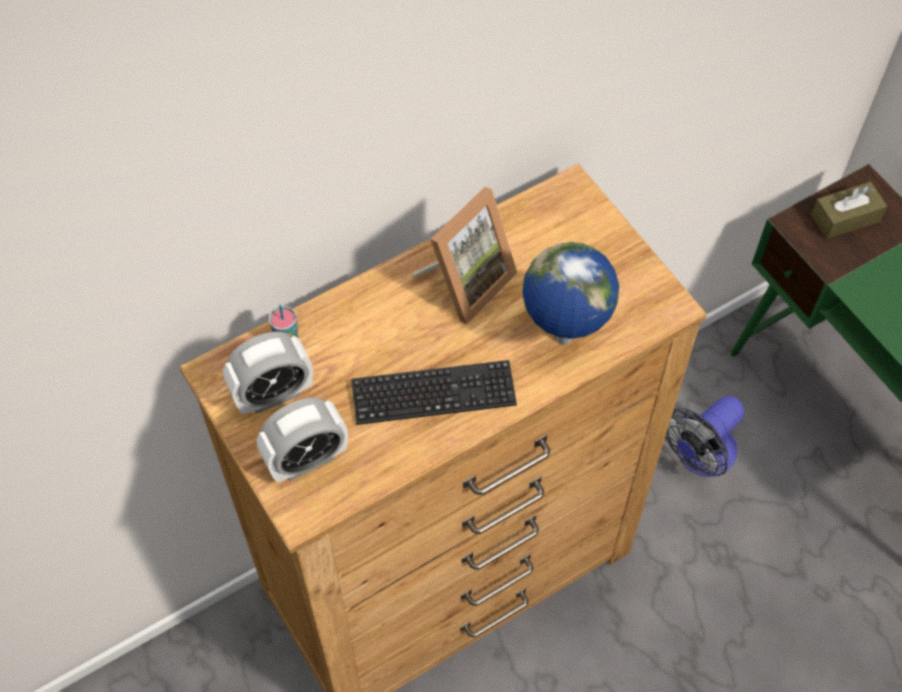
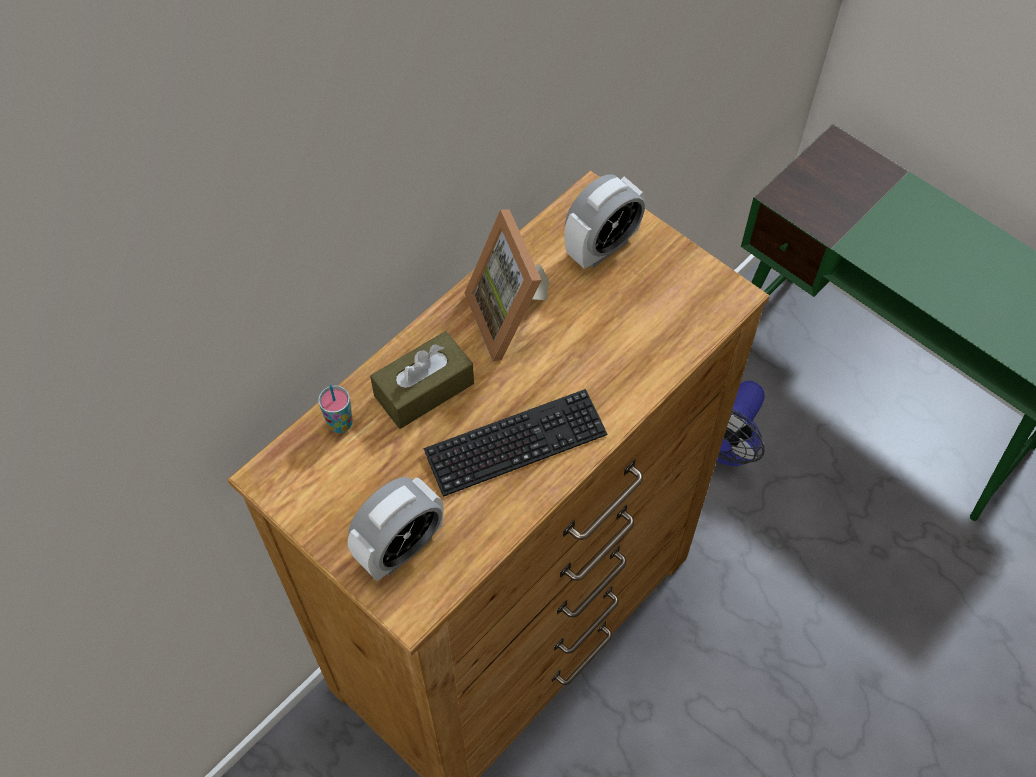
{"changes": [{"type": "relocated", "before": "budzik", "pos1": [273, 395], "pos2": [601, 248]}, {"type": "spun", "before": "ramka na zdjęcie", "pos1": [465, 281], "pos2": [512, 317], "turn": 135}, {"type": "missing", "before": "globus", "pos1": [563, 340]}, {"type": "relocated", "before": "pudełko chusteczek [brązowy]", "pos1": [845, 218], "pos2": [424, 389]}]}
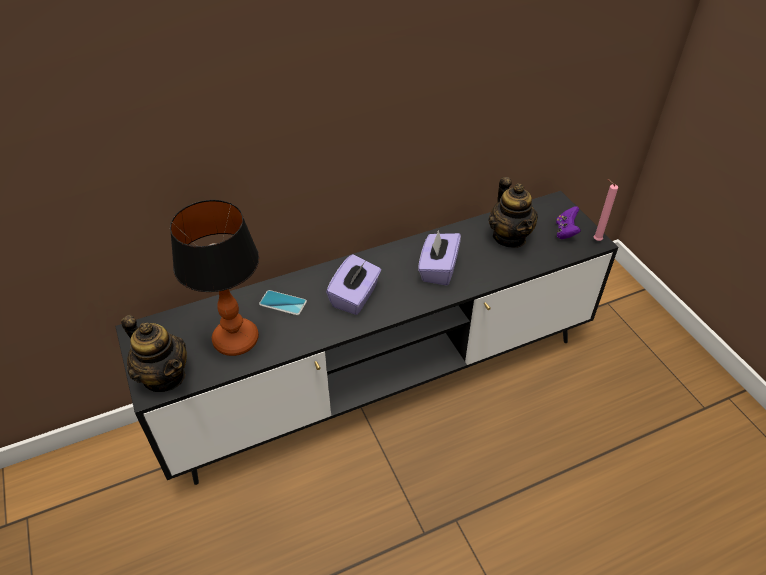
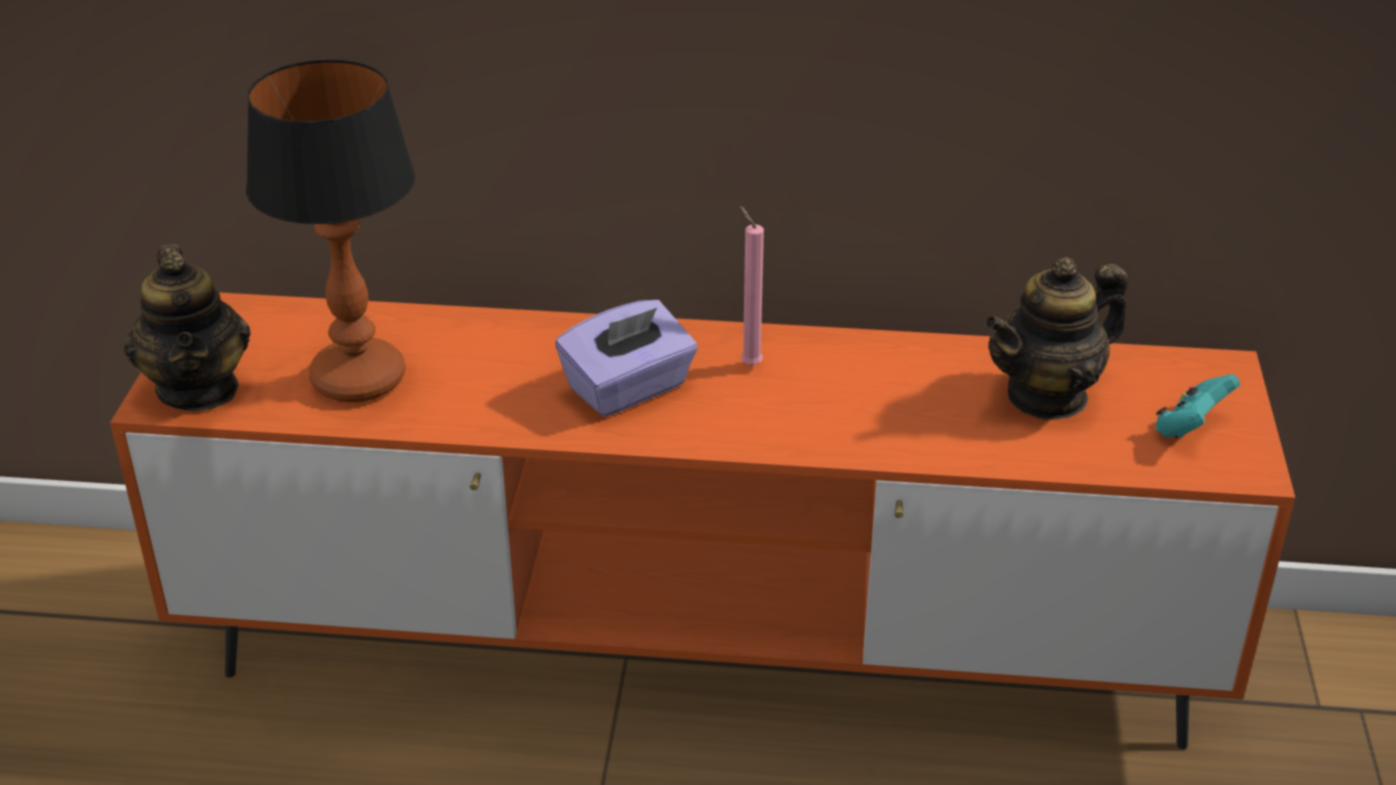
{"changes": [{"type": "colour", "before": "szafka pod telewizor [czarny]", "after": "szafka pod telewizor [pomarańczowy]", "pos1": [382, 383], "pos2": [698, 655]}, {"type": "missing", "before": "telefon", "pos1": [283, 303]}, {"type": "missing", "before": "pudełko chusteczek [fioletowy]", "pos1": [438, 269]}, {"type": "spun", "before": "imbryk", "pos1": [509, 237], "pos2": [1047, 396], "turn": 45}, {"type": "colour", "before": "pad do gier [fioletowy]", "after": "pad do gier [turkusowy]", "pos1": [565, 231], "pos2": [1190, 428]}, {"type": "relocated", "before": "świeca [różowy]", "pos1": [595, 240], "pos2": [748, 364]}]}
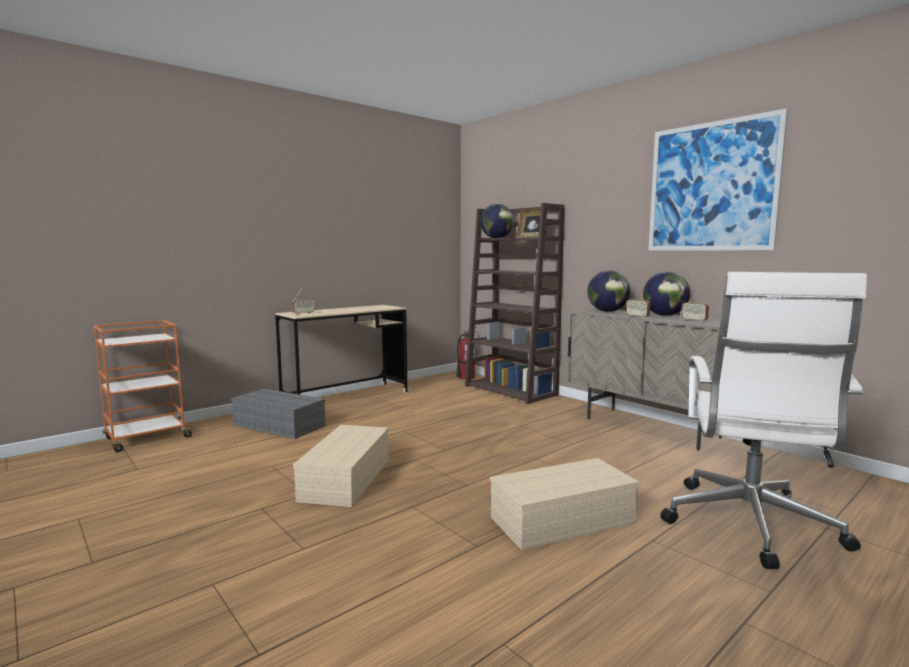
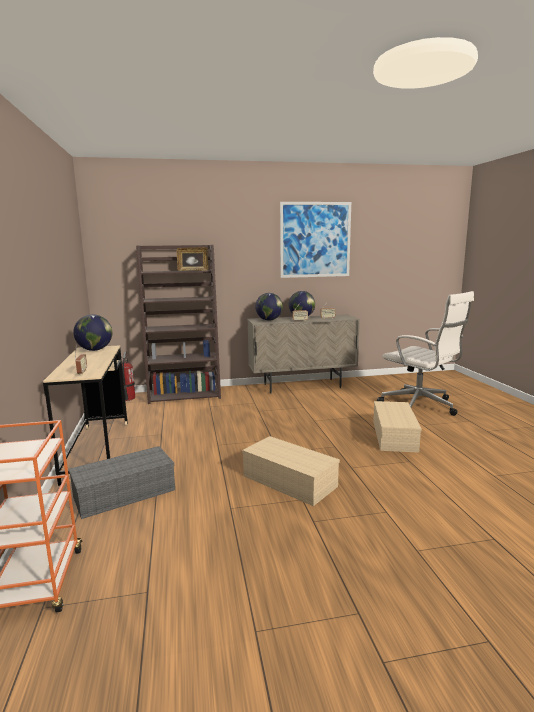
{"changes": [{"type": "relocated", "before": "globus", "pos1": [496, 238], "pos2": [95, 350]}]}
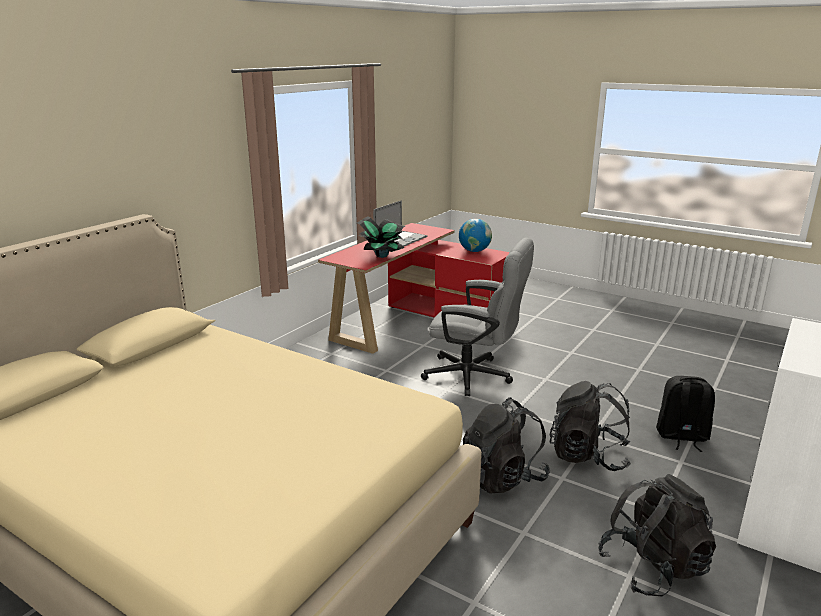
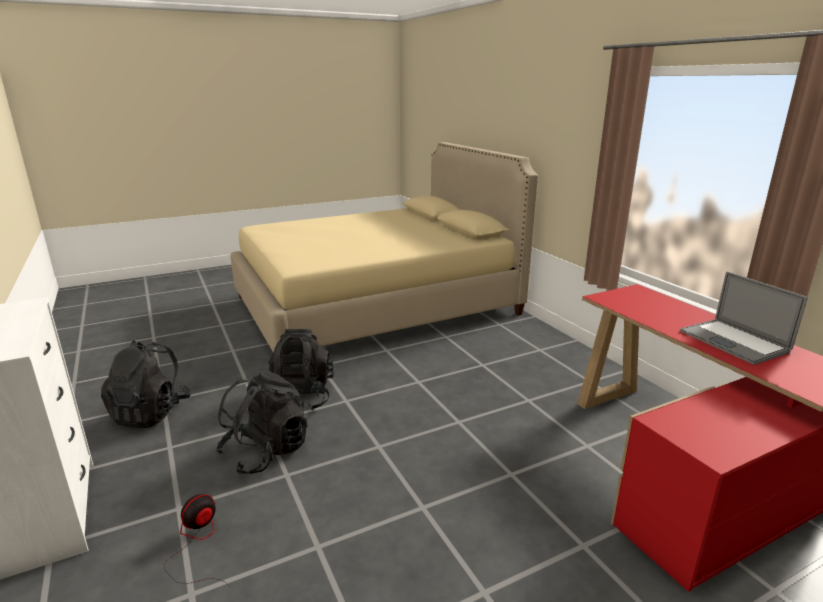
{"changes": [{"type": "missing", "before": "roślina doniczkowa", "pos1": [382, 255]}, {"type": "missing", "before": "krzesło biurowe [szary]", "pos1": [475, 376]}, {"type": "missing", "before": "globus", "pos1": [474, 251]}, {"type": "exchanged", "before": "plecak [czarny]", "after": "wentylator", "pos1": [681, 437], "pos2": [198, 544]}]}
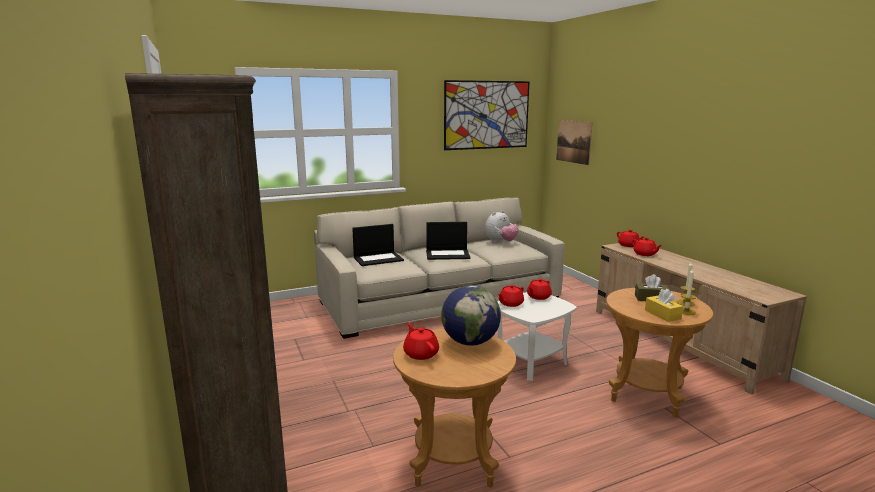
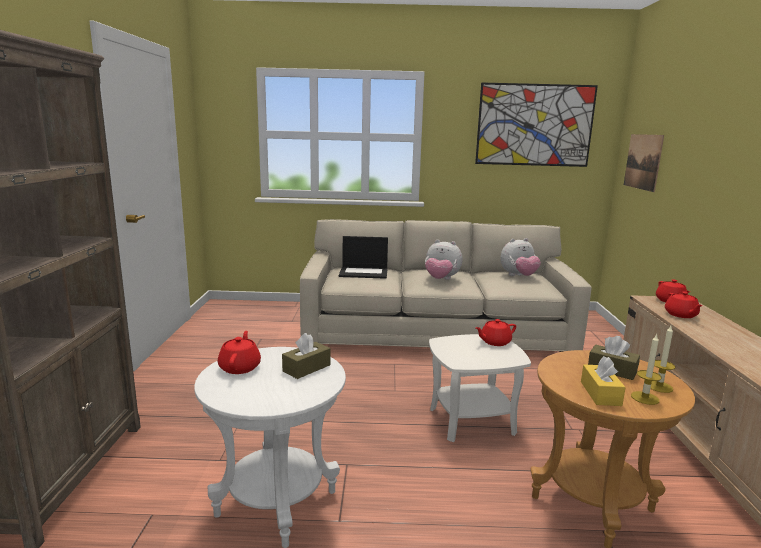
{"changes": [{"type": "colour", "before": "stolik [brązowy]", "after": "stolik [biały]", "pos1": [453, 460], "pos2": [276, 503]}, {"type": "exchanged", "before": "laptop", "after": "pluszak", "pos1": [448, 254], "pos2": [441, 279]}, {"type": "exchanged", "before": "globus", "after": "pudełko chusteczek [brązowy]", "pos1": [470, 342], "pos2": [306, 368]}, {"type": "missing", "before": "imbryk [czerwony]", "pos1": [510, 304]}]}
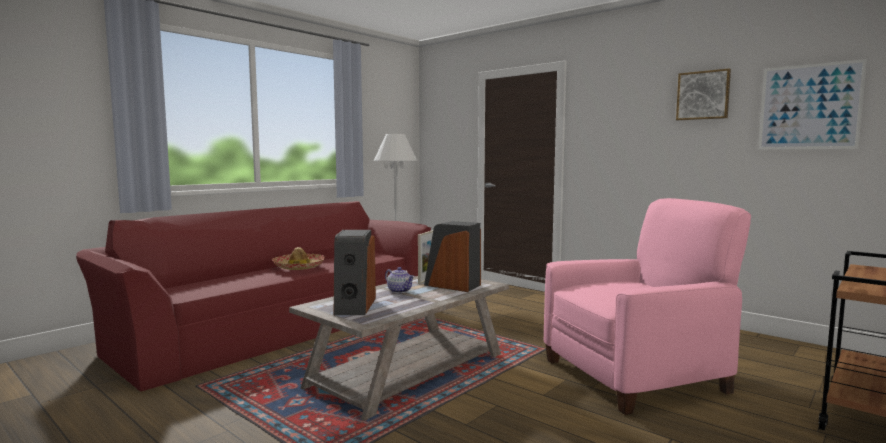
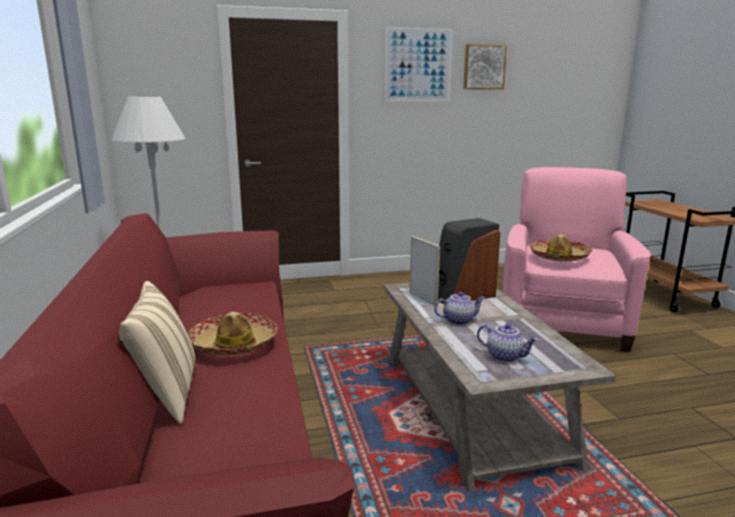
{"changes": [{"type": "exchanged", "before": "głośnik", "after": "imbryk", "pos1": [354, 306], "pos2": [505, 356]}, {"type": "relocated", "before": "obraz", "pos1": [809, 107], "pos2": [418, 65]}, {"type": "appeared", "after": "poduszka [beżowy]", "pos2": [166, 395]}, {"type": "appeared", "after": "kapelusz", "pos2": [559, 257]}]}
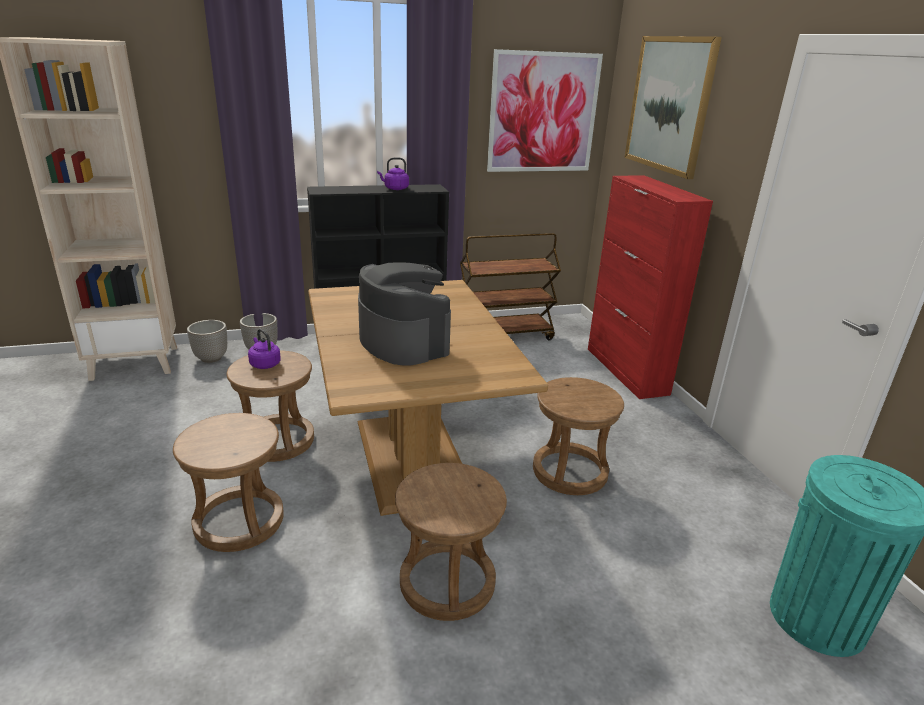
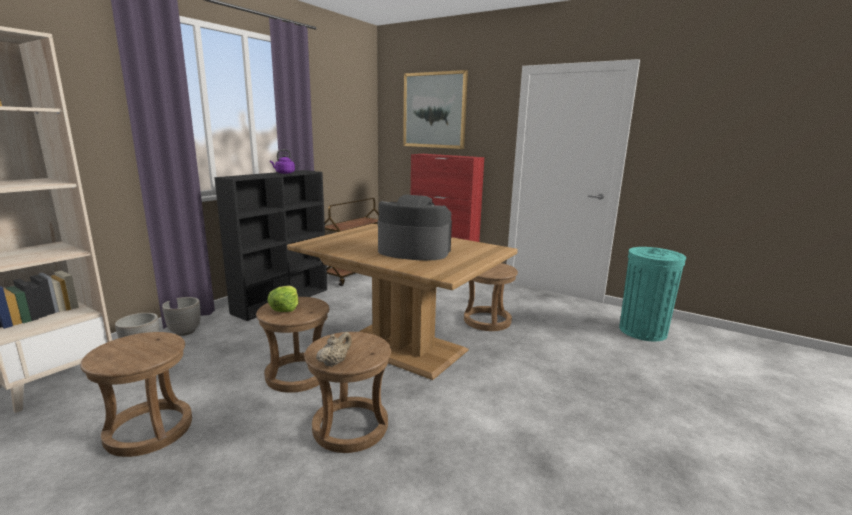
{"changes": [{"type": "exchanged", "before": "czajnik [fioletowy]", "after": "sałata", "pos1": [264, 364], "pos2": [285, 308]}, {"type": "relocated", "before": "stołek [brązowy]", "pos1": [447, 582], "pos2": [149, 430]}, {"type": "missing", "before": "obraz", "pos1": [543, 113]}, {"type": "appeared", "after": "imbryk [beżowy]", "pos2": [334, 362]}]}
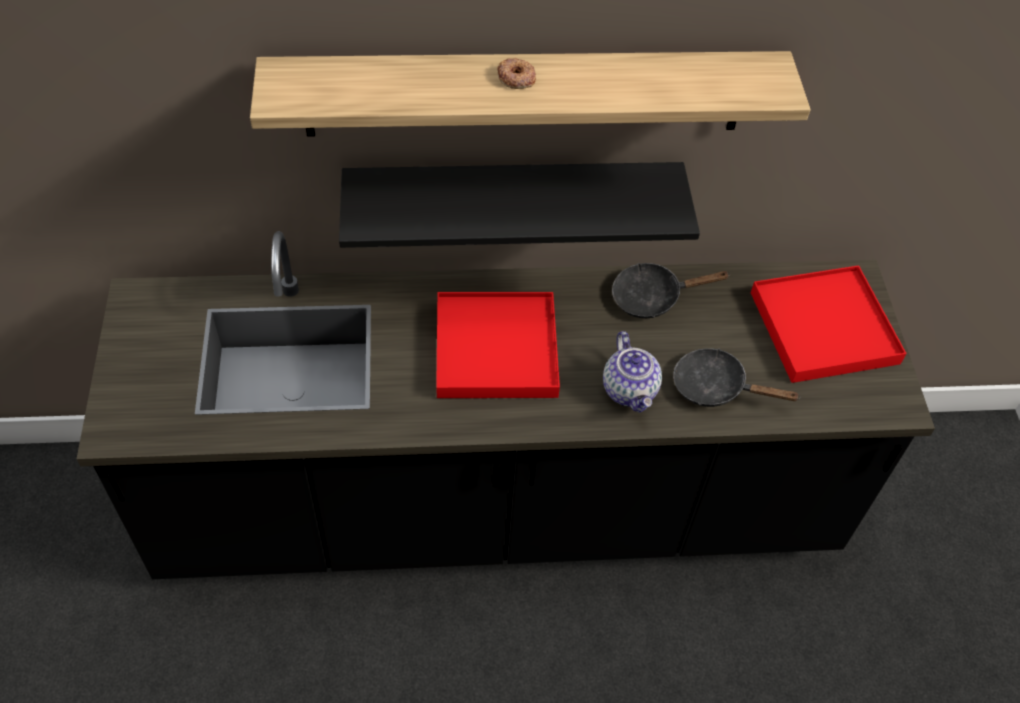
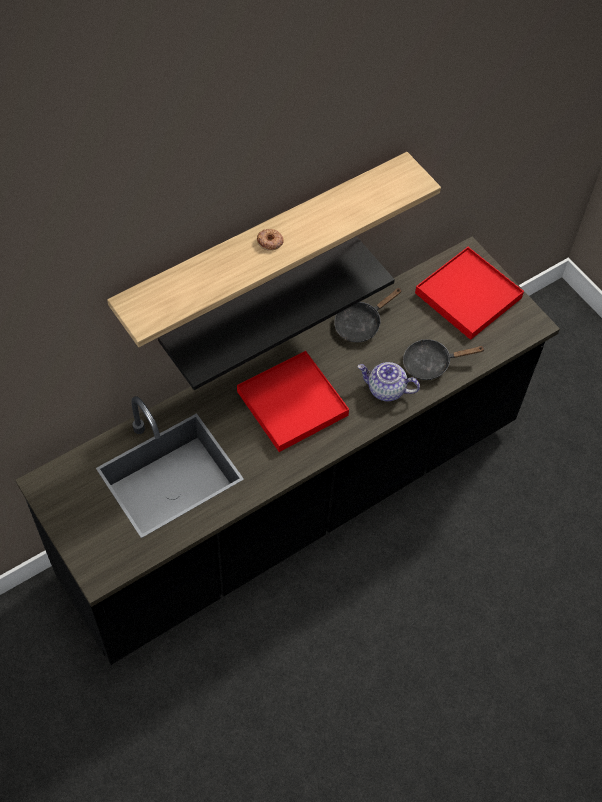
{"changes": [{"type": "spun", "before": "imbryk", "pos1": [630, 390], "pos2": [385, 390], "turn": 150}]}
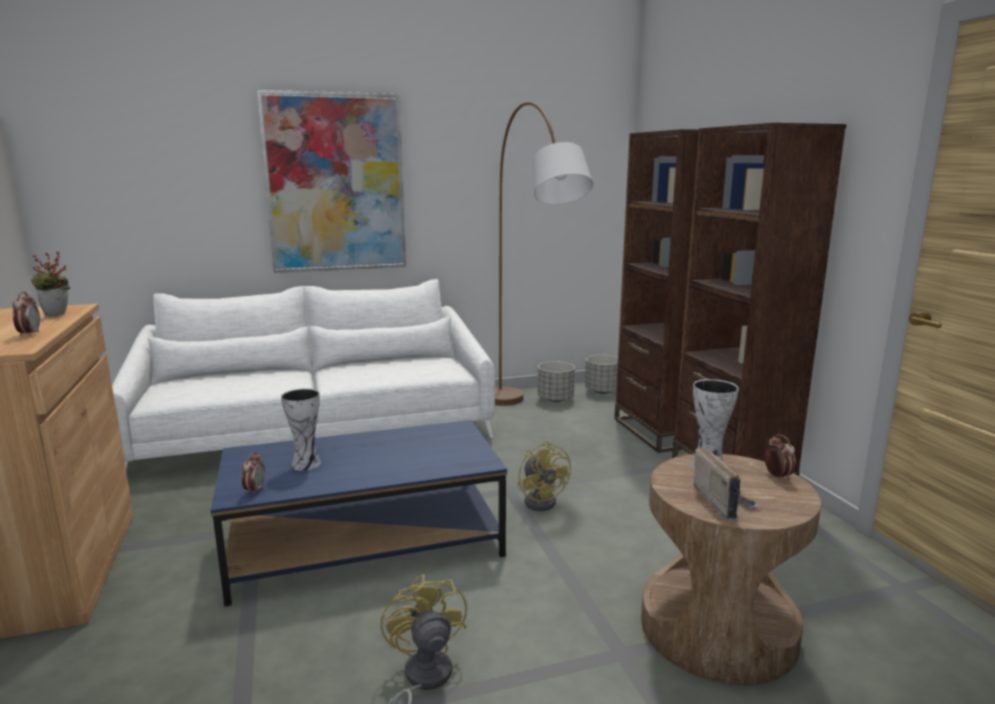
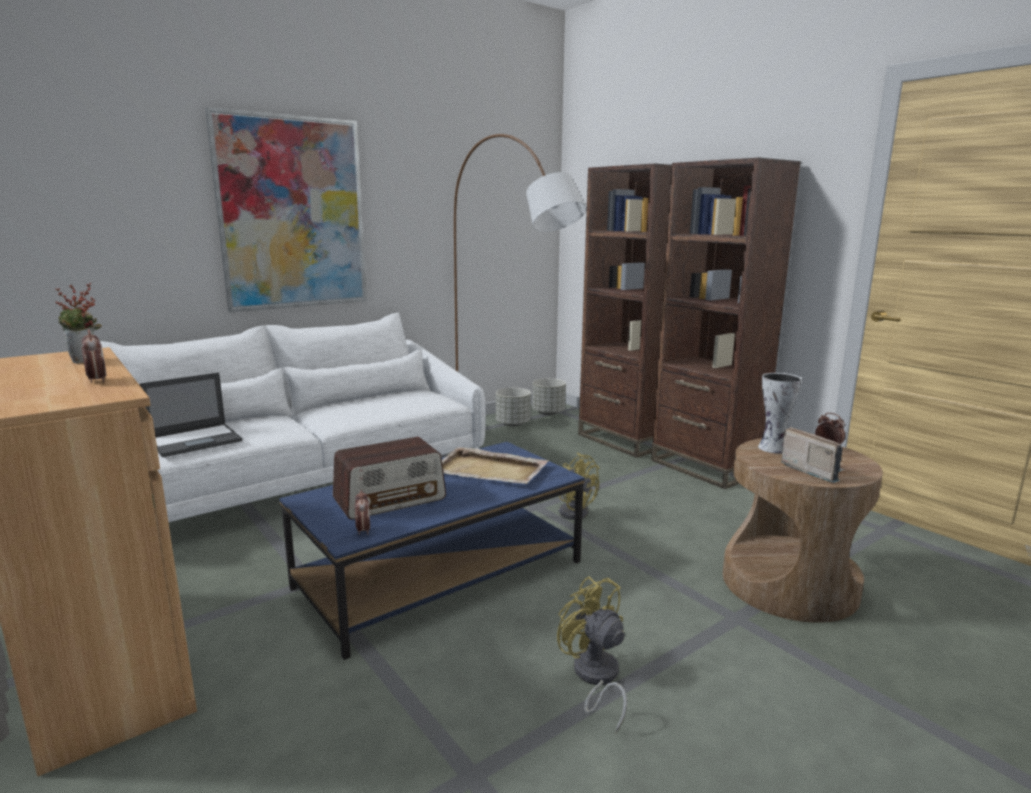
{"changes": [{"type": "exchanged", "before": "wazon", "after": "radio", "pos1": [307, 463], "pos2": [390, 499]}, {"type": "appeared", "after": "laptop", "pos2": [196, 440]}, {"type": "appeared", "after": "taca [beżowy]", "pos2": [490, 470]}]}
